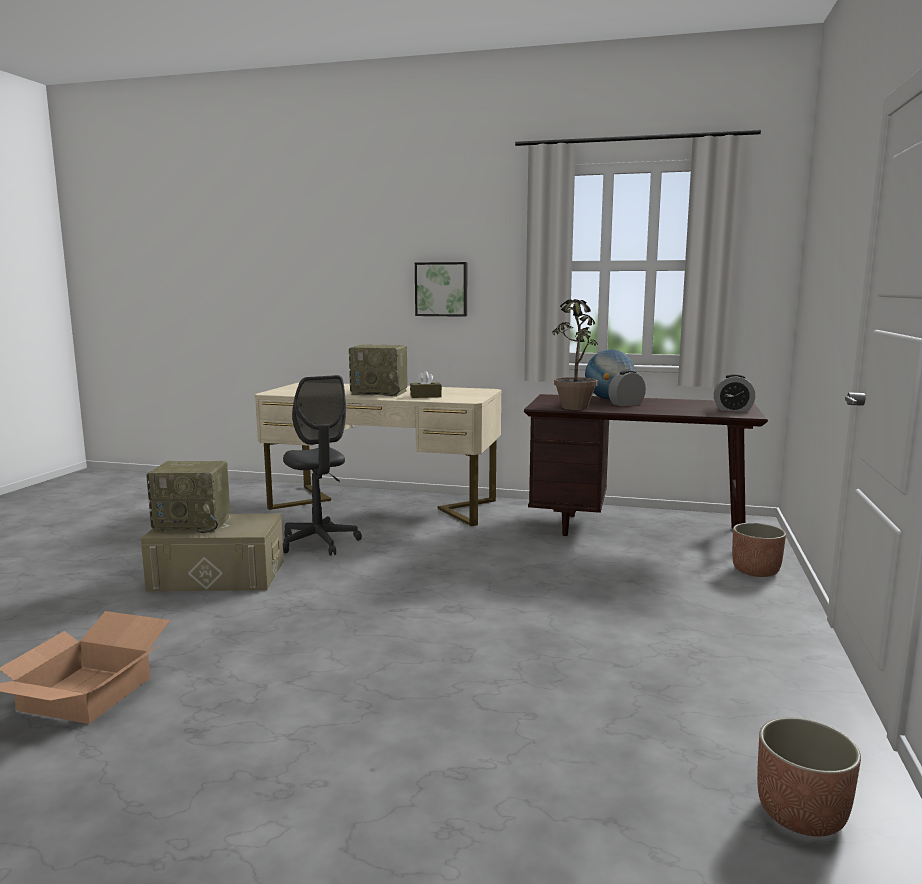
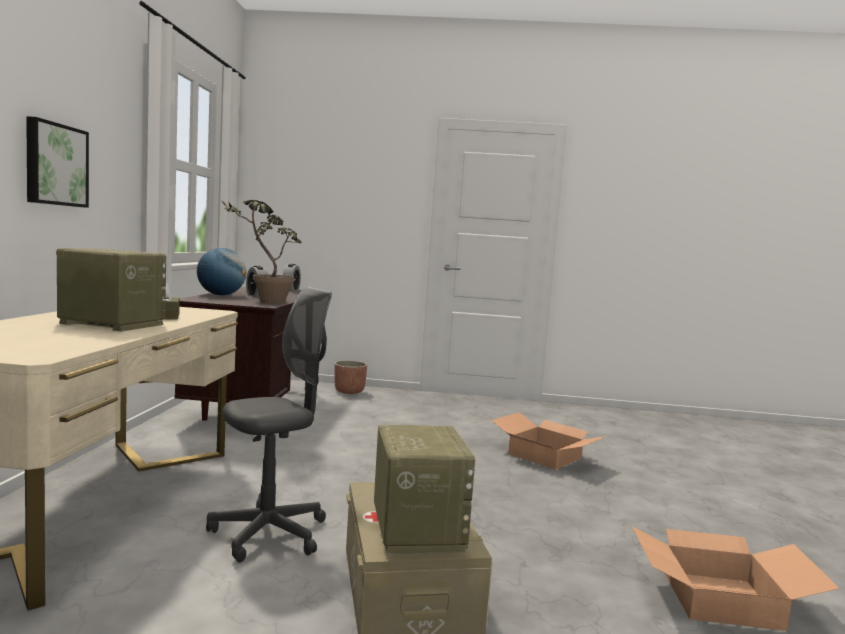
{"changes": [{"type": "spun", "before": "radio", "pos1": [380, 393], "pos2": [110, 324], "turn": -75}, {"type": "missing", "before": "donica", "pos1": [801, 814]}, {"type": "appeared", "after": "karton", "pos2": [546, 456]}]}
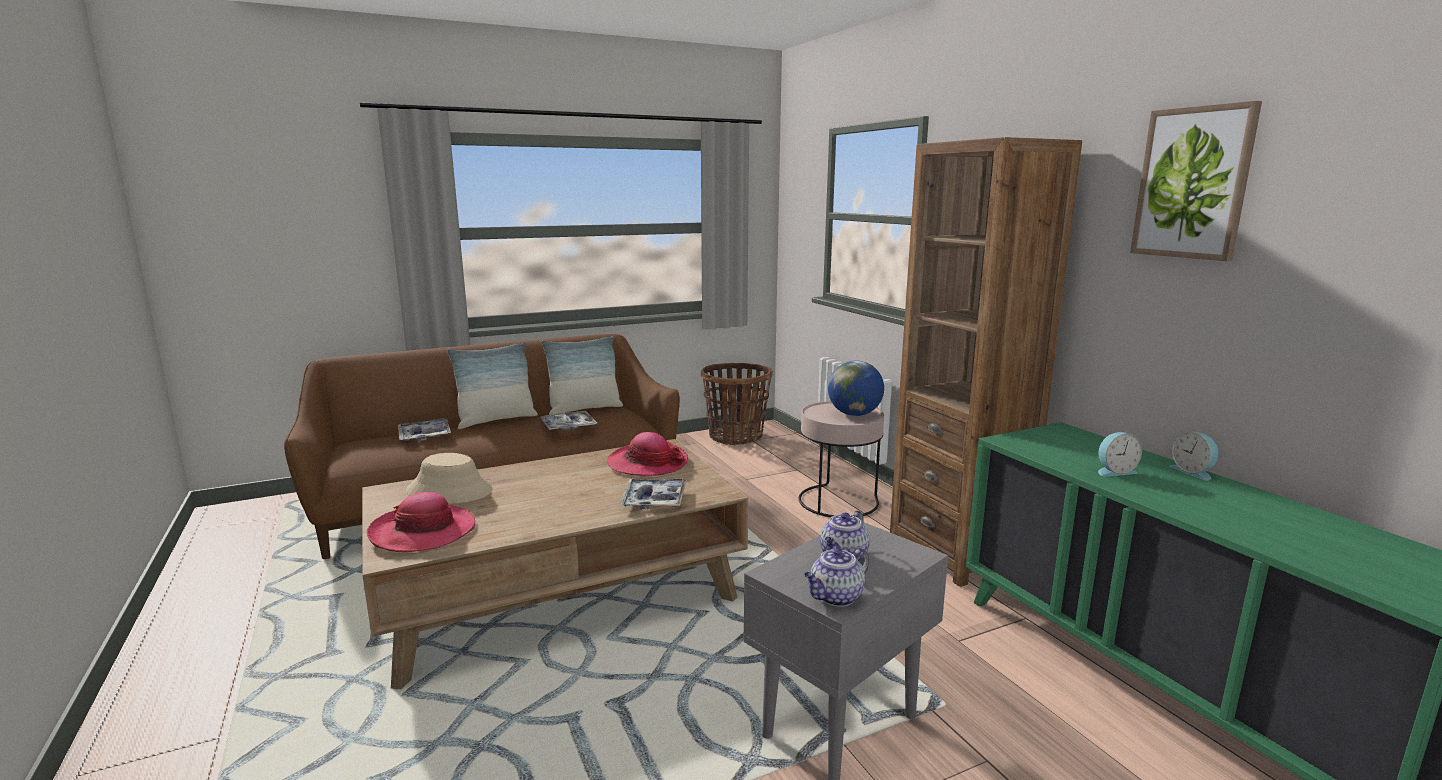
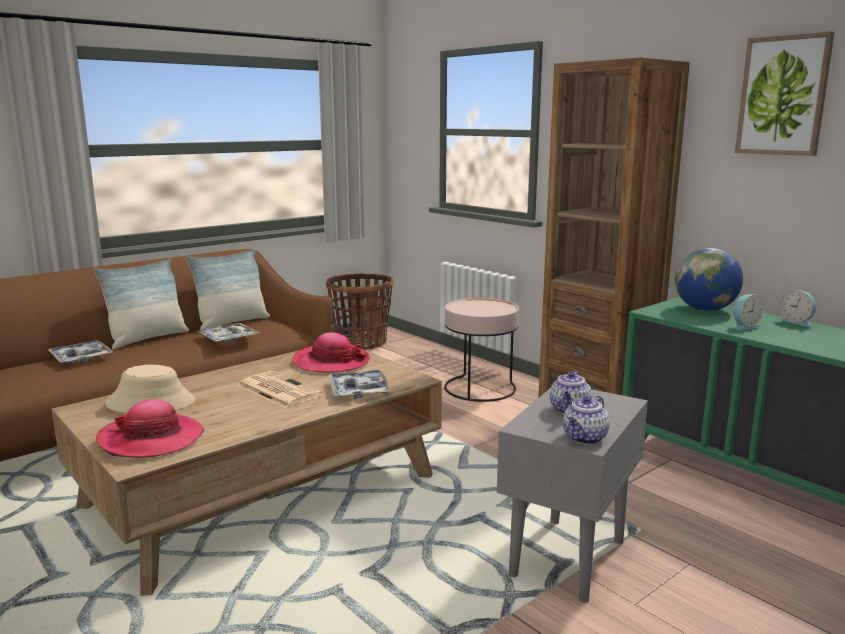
{"changes": [{"type": "relocated", "before": "globus", "pos1": [854, 414], "pos2": [705, 310]}, {"type": "appeared", "after": "gazeta", "pos2": [278, 390]}]}
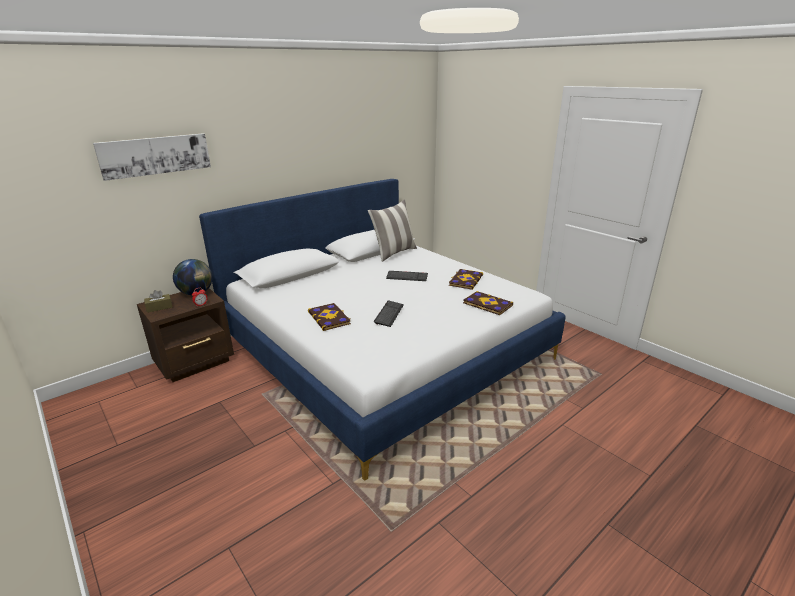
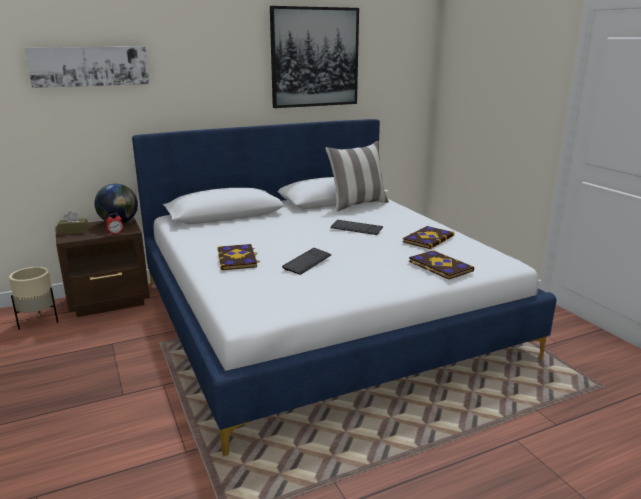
{"changes": [{"type": "appeared", "after": "donica [beżowy]", "pos2": [38, 321]}, {"type": "appeared", "after": "obraz", "pos2": [315, 57]}]}
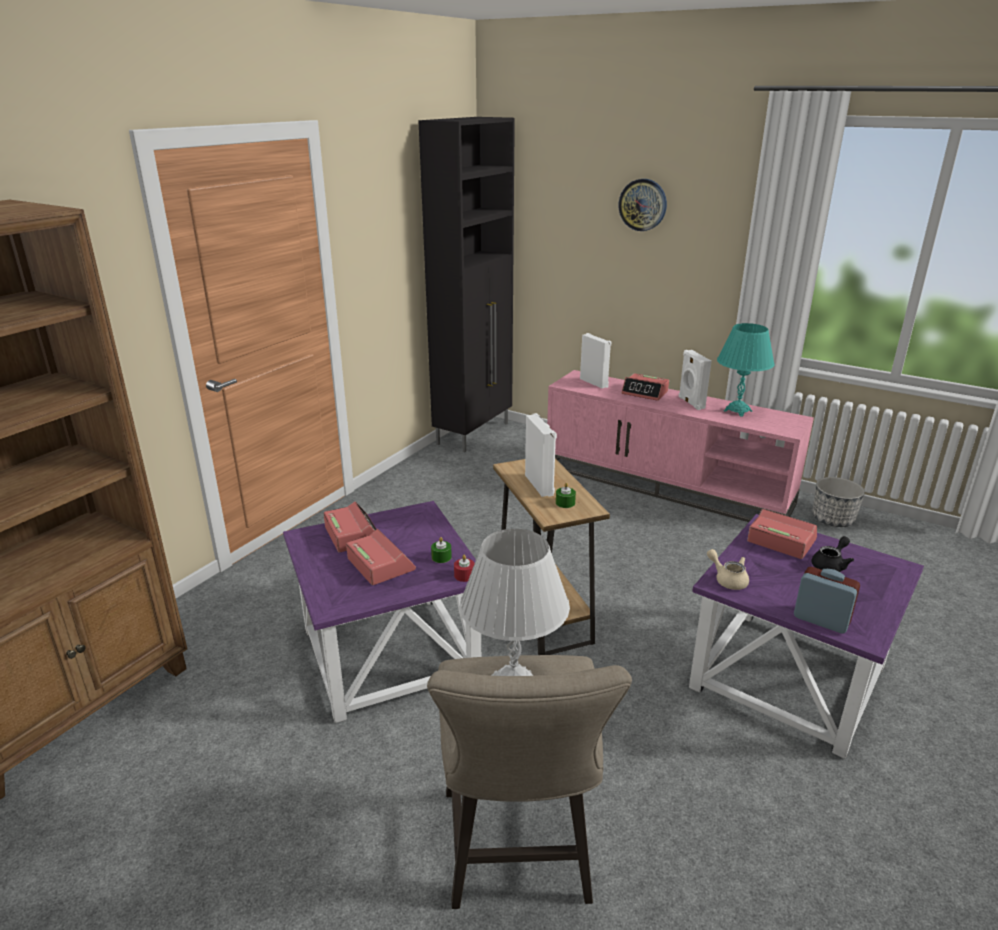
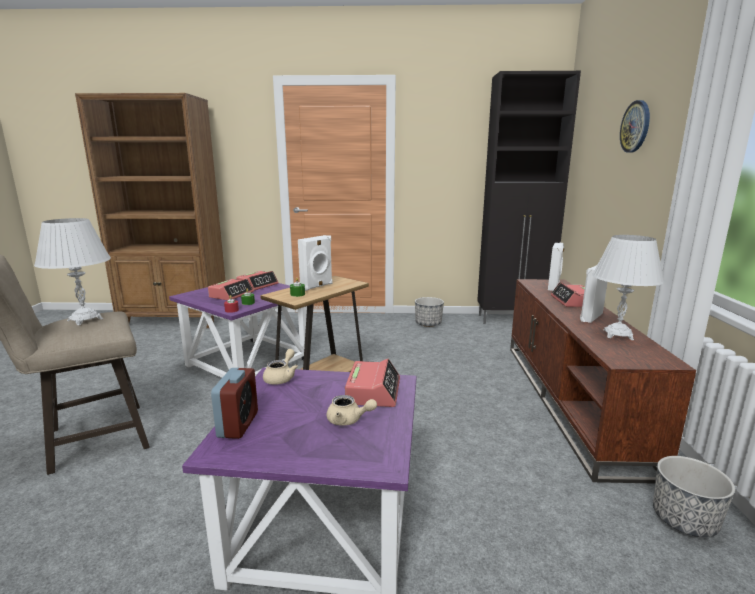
{"changes": [{"type": "colour", "before": "szafka pod telewizor [różowy]", "after": "szafka pod telewizor [brązowy]", "pos1": [667, 485], "pos2": [571, 400]}, {"type": "colour", "before": "lampa stołowa [turkusowy]", "after": "lampa stołowa [biały]", "pos1": [737, 411], "pos2": [617, 335]}, {"type": "colour", "before": "imbryk [czarny]", "after": "imbryk [beżowy]", "pos1": [830, 565], "pos2": [348, 420]}, {"type": "appeared", "after": "donica", "pos2": [428, 324]}]}
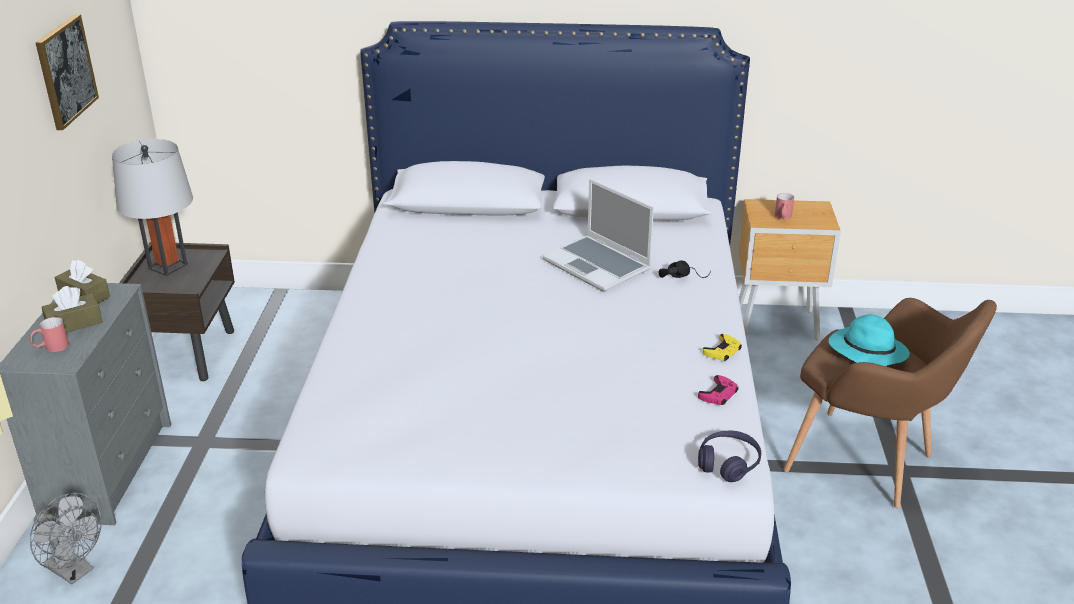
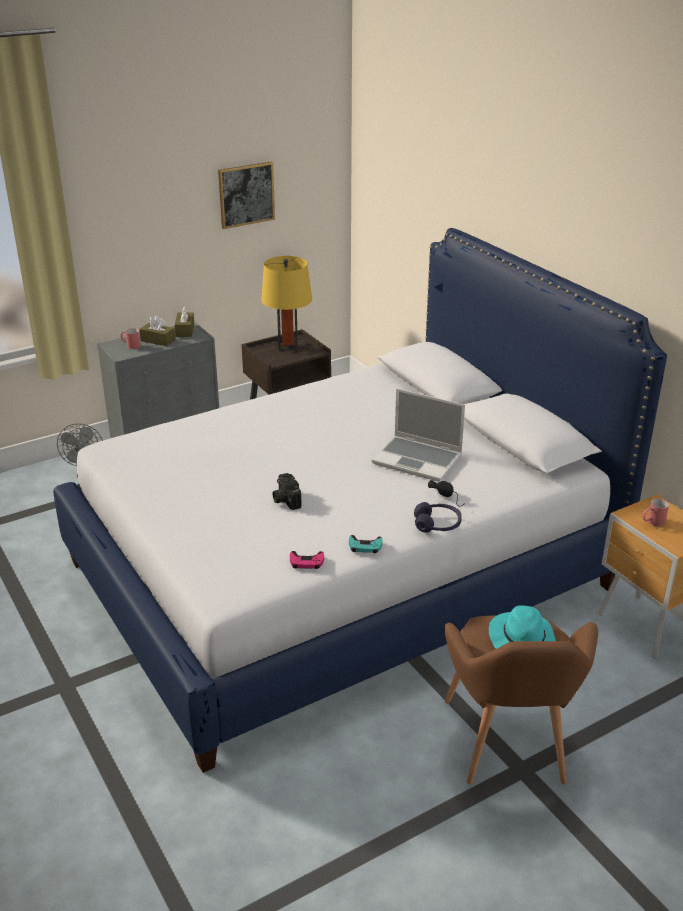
{"changes": [{"type": "colour", "before": "lampa stołowa [szary]", "after": "lampa stołowa [żółty]", "pos1": [168, 266], "pos2": [288, 346]}, {"type": "spun", "before": "laptop", "pos1": [598, 265], "pos2": [418, 460], "turn": -75}, {"type": "relocated", "before": "słuchawki [fioletowy]", "pos1": [728, 463], "pos2": [437, 525]}, {"type": "colour", "before": "pad do gier [żółty]", "after": "pad do gier [turkusowy]", "pos1": [722, 351], "pos2": [365, 547]}, {"type": "appeared", "after": "aparat fotograficzny", "pos2": [285, 499]}]}
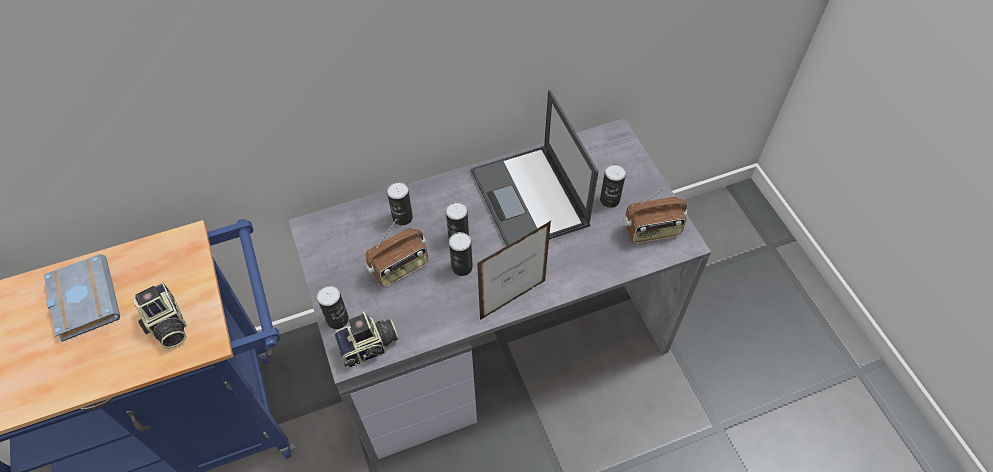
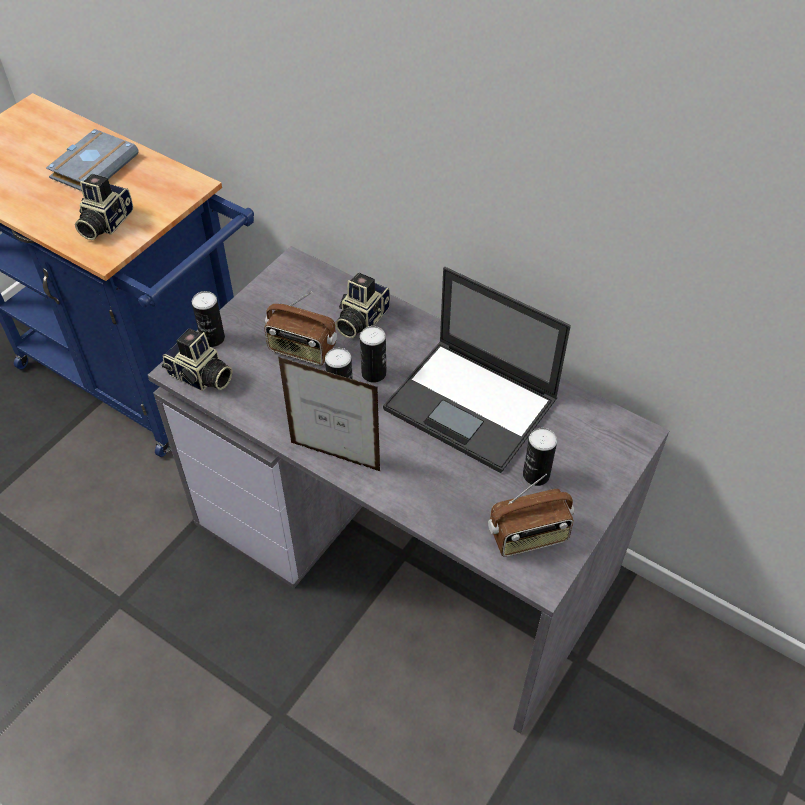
{"changes": [{"type": "exchanged", "before": "puszka", "after": "aparat fotograficzny", "pos1": [402, 217], "pos2": [360, 319]}, {"type": "spun", "before": "laptop", "pos1": [530, 199], "pos2": [472, 405], "turn": -90}, {"type": "spun", "before": "radio", "pos1": [652, 231], "pos2": [528, 537], "turn": -60}]}
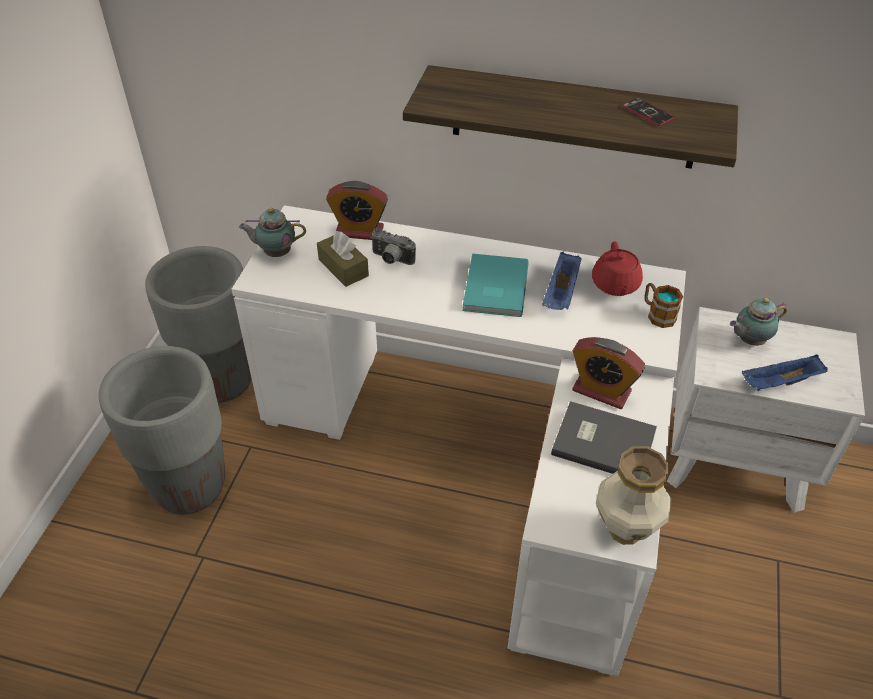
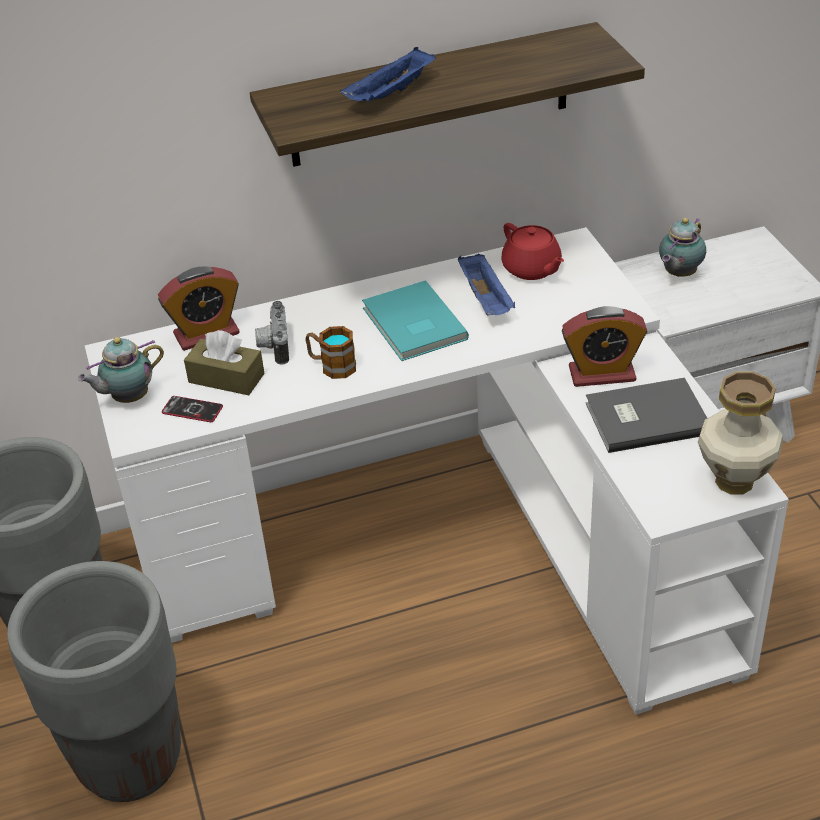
{"changes": [{"type": "spun", "before": "aparat fotograficzny", "pos1": [391, 260], "pos2": [273, 346], "turn": 90}, {"type": "relocated", "before": "telefon", "pos1": [647, 113], "pos2": [192, 410]}, {"type": "relocated", "before": "kubek", "pos1": [657, 314], "pos2": [332, 366]}, {"type": "relocated", "before": "taca [niebieski]", "pos1": [780, 383], "pos2": [390, 94]}]}
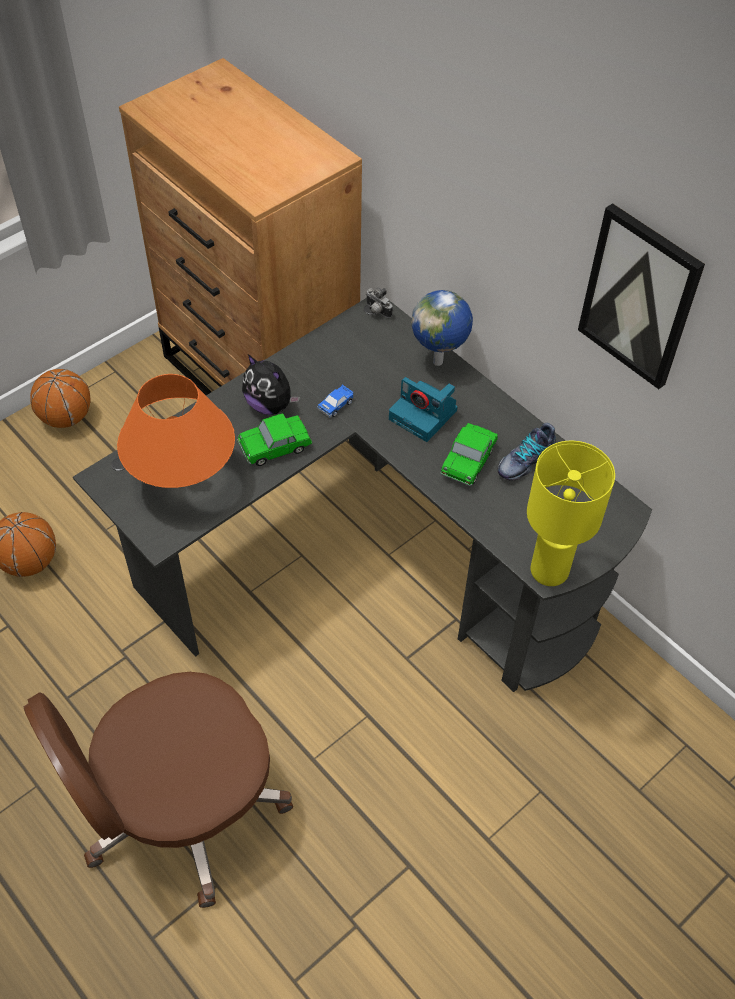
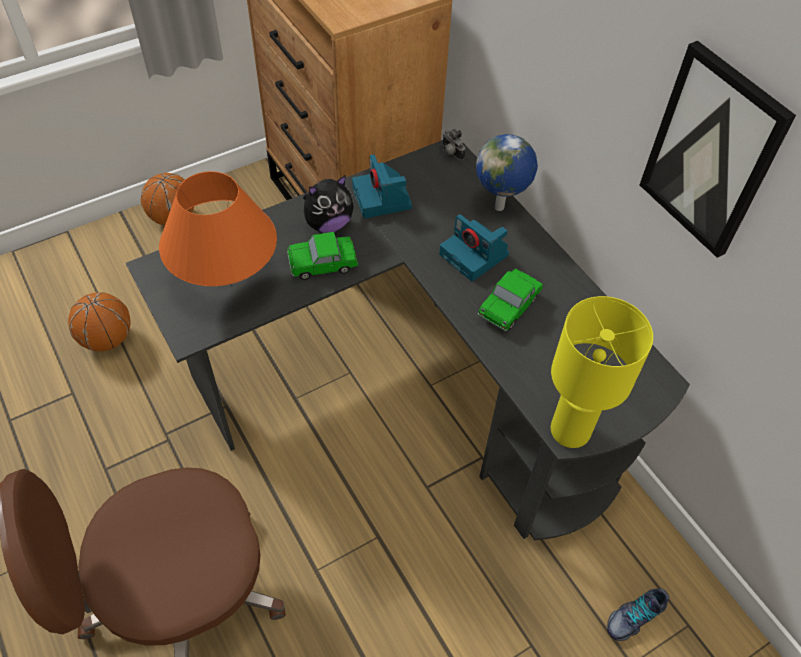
{"changes": [{"type": "spun", "before": "pluszak", "pos1": [270, 405], "pos2": [328, 224], "turn": -75}, {"type": "missing", "before": "samochodzik", "pos1": [336, 405]}, {"type": "relocated", "before": "but", "pos1": [525, 459], "pos2": [634, 615]}, {"type": "appeared", "after": "aparat fotograficzny", "pos2": [382, 199]}]}
